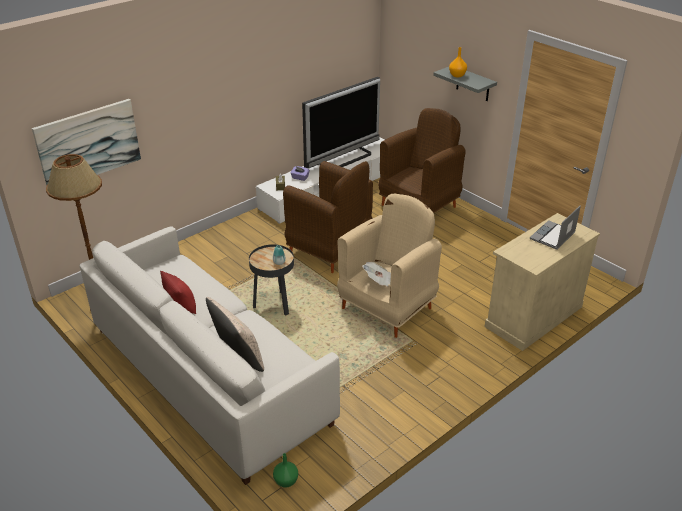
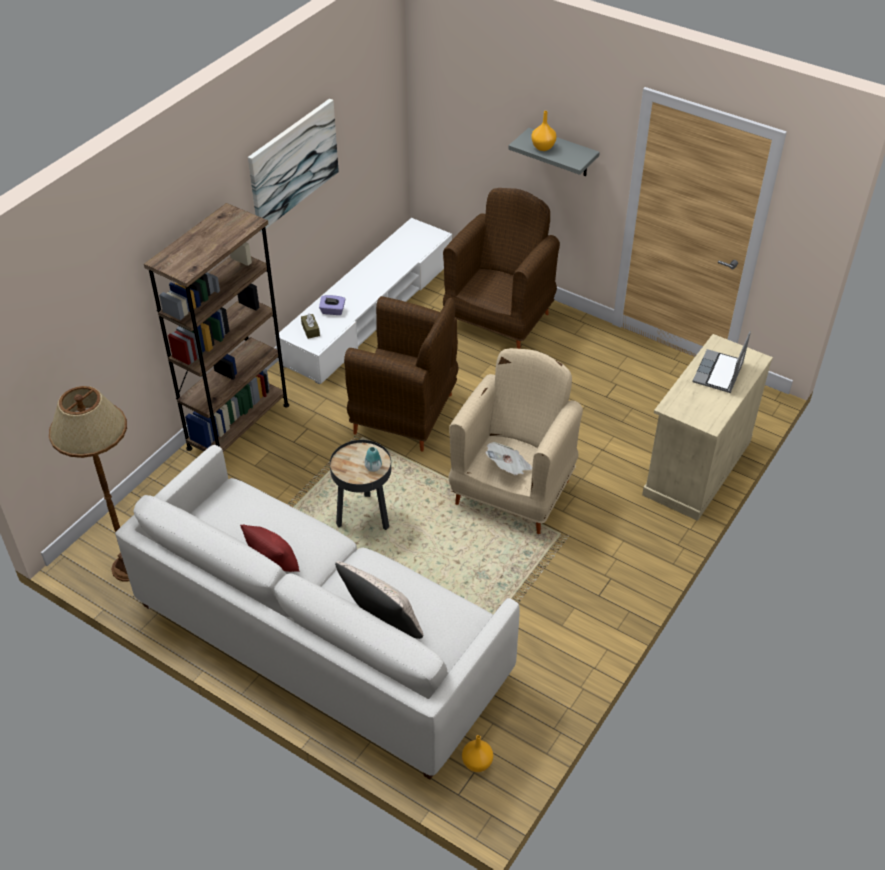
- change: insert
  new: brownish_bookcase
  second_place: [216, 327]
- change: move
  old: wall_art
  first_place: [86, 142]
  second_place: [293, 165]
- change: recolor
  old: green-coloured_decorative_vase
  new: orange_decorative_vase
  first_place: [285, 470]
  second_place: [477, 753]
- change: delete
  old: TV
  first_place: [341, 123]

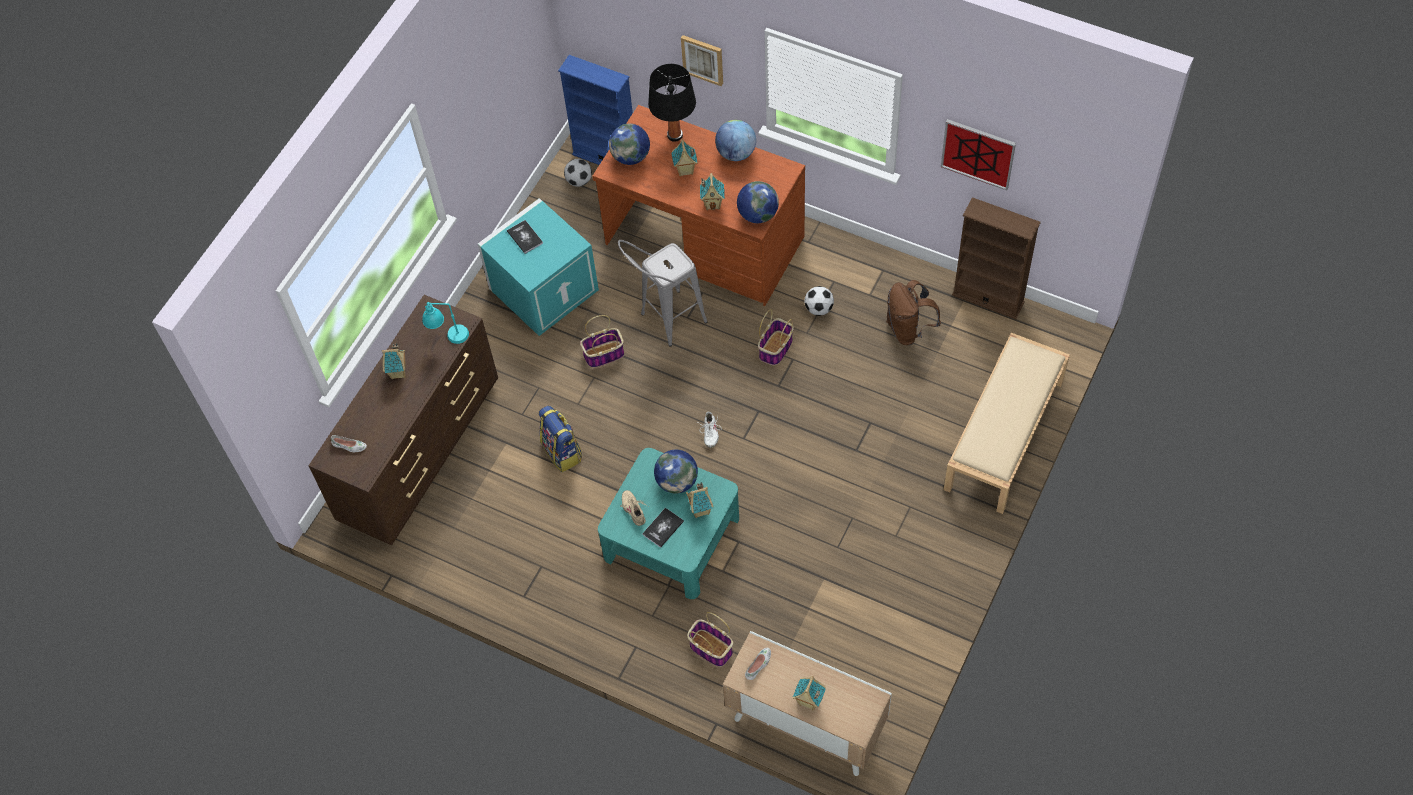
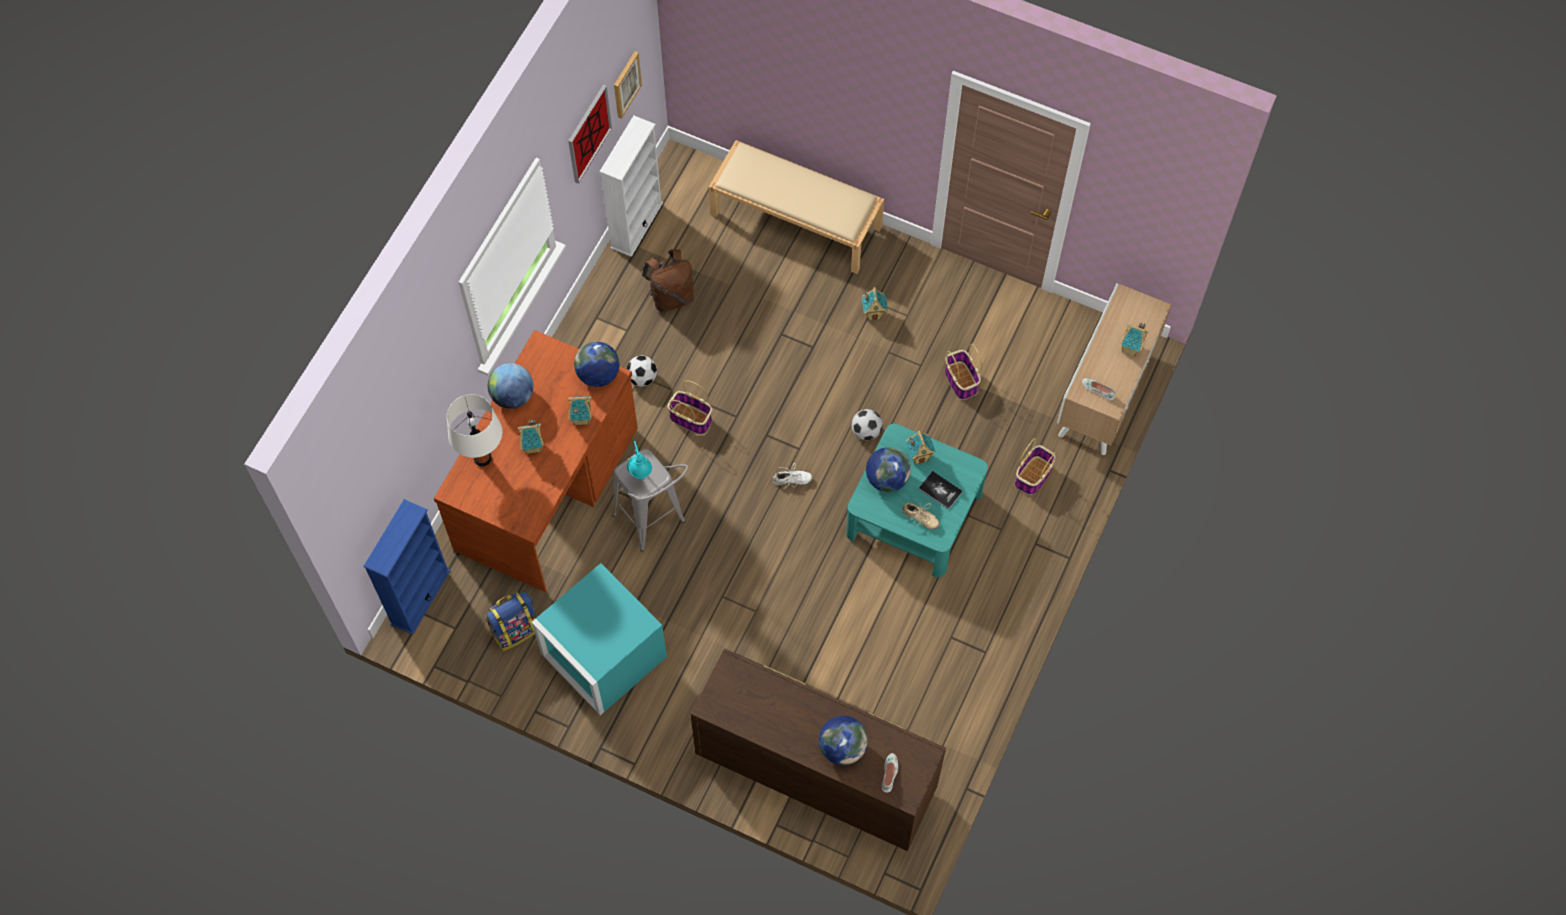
- change: recolor
  old: black_tabletop_lamp
  new: whitish_tabletop_lamp
  first_place: [672, 103]
  second_place: [474, 430]
- change: move
  old: backpack
  first_place: [560, 439]
  second_place: [511, 621]
- change: recolor
  old: brownish_bookcase
  new: whitish_bookcase
  first_place: [996, 258]
  second_place: [631, 186]
- change: move
  old: wall_art
  first_place: [702, 60]
  second_place: [628, 85]
- change: move
  old: blue-green_tabletop_lamp
  first_place: [445, 323]
  second_place: [639, 460]
- change: move
  old: globe
  first_place: [629, 144]
  second_place: [843, 740]
- change: move
  old: football_ball
  first_place: [578, 173]
  second_place: [867, 425]
- change: move
  old: miniature_house
  first_place: [394, 361]
  second_place: [875, 304]
- change: rotate
  old: beige-coloured_low_shoe
  first_place: [634, 508]
  second_place: [921, 514]
  degrees: -120
- change: move
  old: basket
  first_place: [602, 341]
  second_place: [963, 372]
- change: delete
  old: bound_book
  first_place: [525, 237]

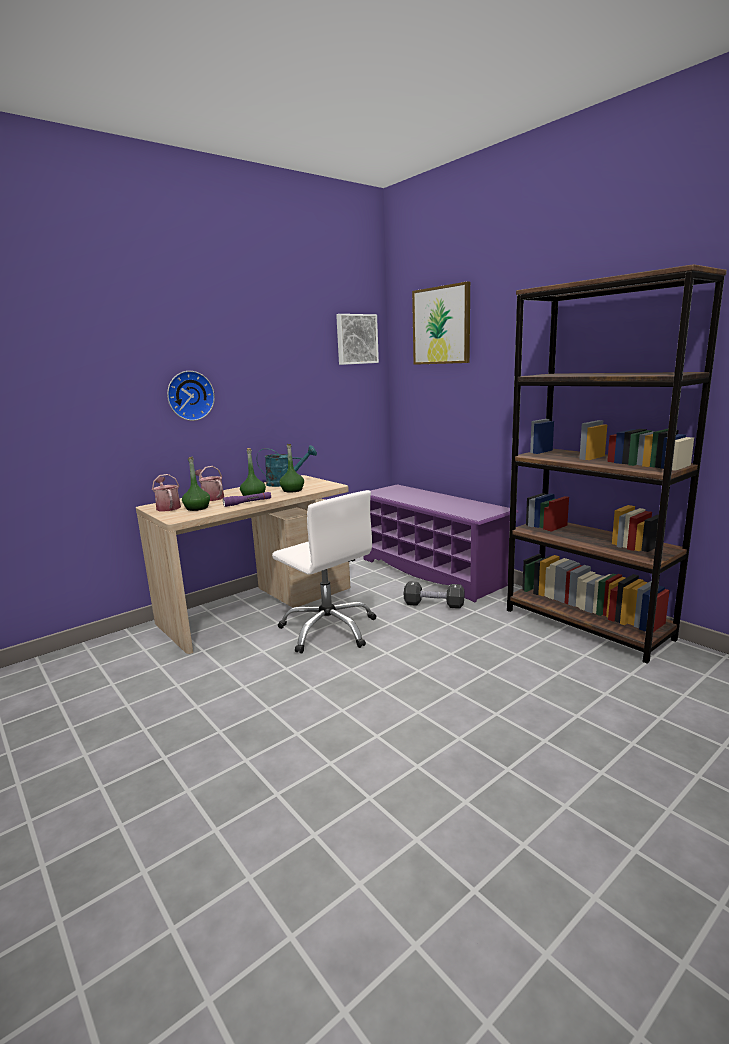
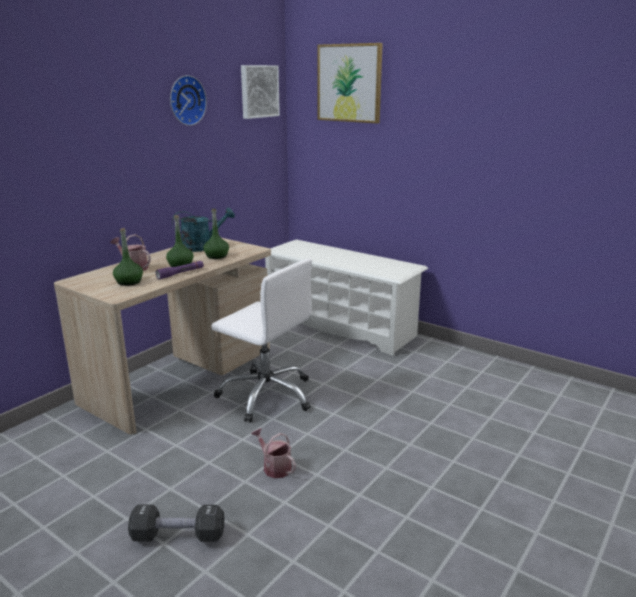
- change: move
  old: black_hand_weight
  first_place: [434, 595]
  second_place: [176, 523]
- change: move
  old: clock_on_the_wall
  first_place: [191, 396]
  second_place: [188, 100]
- change: move
  old: sprinkling_can
  first_place: [166, 492]
  second_place: [273, 453]
- change: recolor
  old: purple-coloured_shoe_shelf
  new: whitish_shoe_shelf
  first_place: [440, 543]
  second_place: [346, 297]
- change: delete
  old: brownish_bookcase
  first_place: [617, 464]

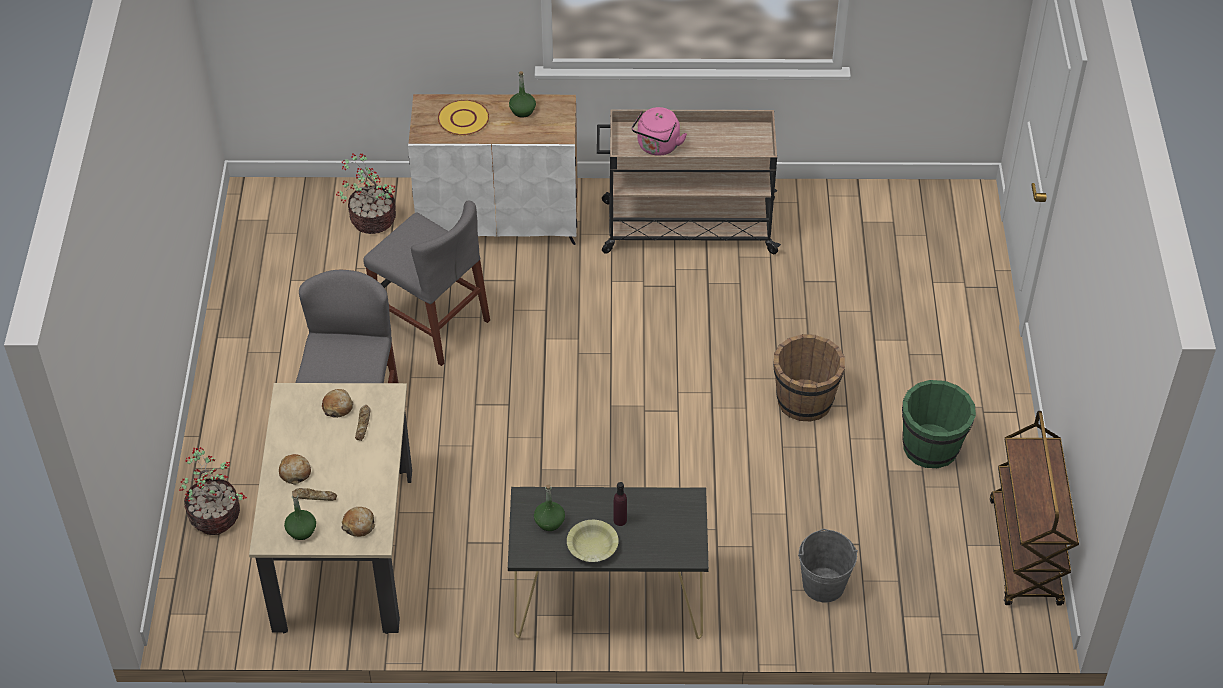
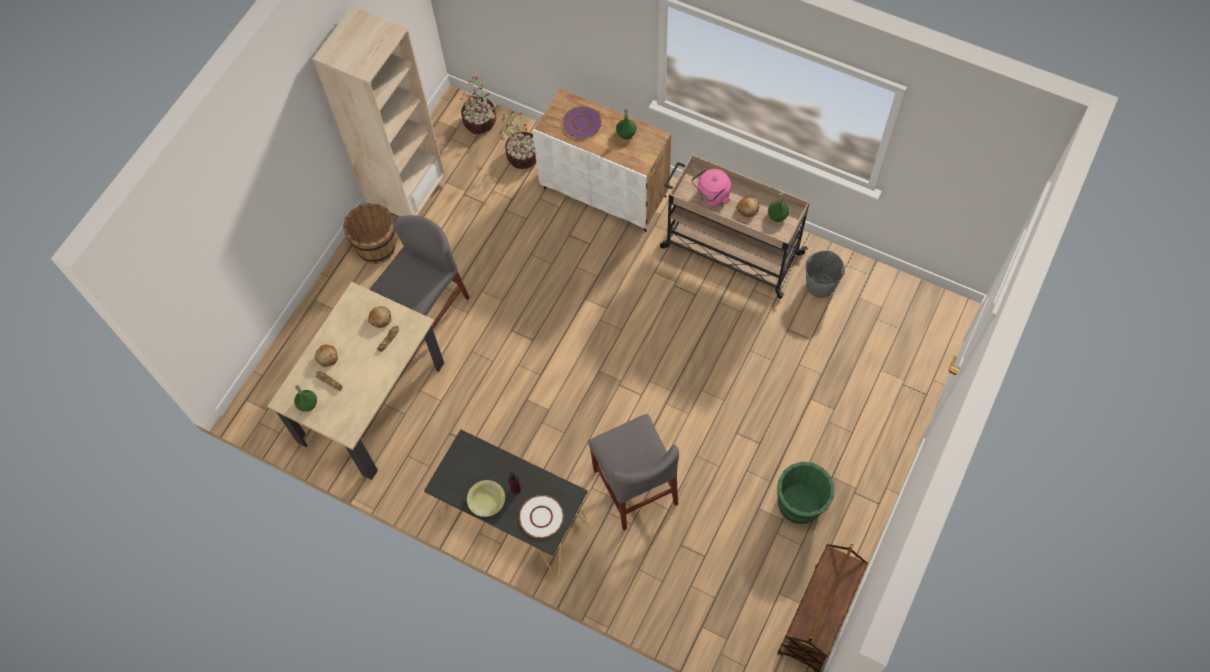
- change: insert
  new: beige-coloured_bookcase
  second_place: [378, 111]
- change: move
  old: brownish_pail
  first_place: [809, 378]
  second_place: [369, 233]
- change: move
  old: plant_in_a_pot
  first_place: [213, 491]
  second_place: [478, 105]
- change: insert
  new: whitish_plate
  second_place: [541, 516]
- change: recolor
  old: yellow-coloured_plate
  new: purple-coloured_plate
  first_place: [463, 117]
  second_place: [582, 122]
- change: move
  old: grey_chair
  first_place: [426, 283]
  second_place: [633, 472]
- change: move
  old: bread
  first_place: [358, 522]
  second_place: [747, 207]
- change: move
  old: green-coloured_bottle
  first_place: [549, 508]
  second_place: [778, 207]
- change: move
  old: grey_pail
  first_place: [828, 565]
  second_place: [825, 274]

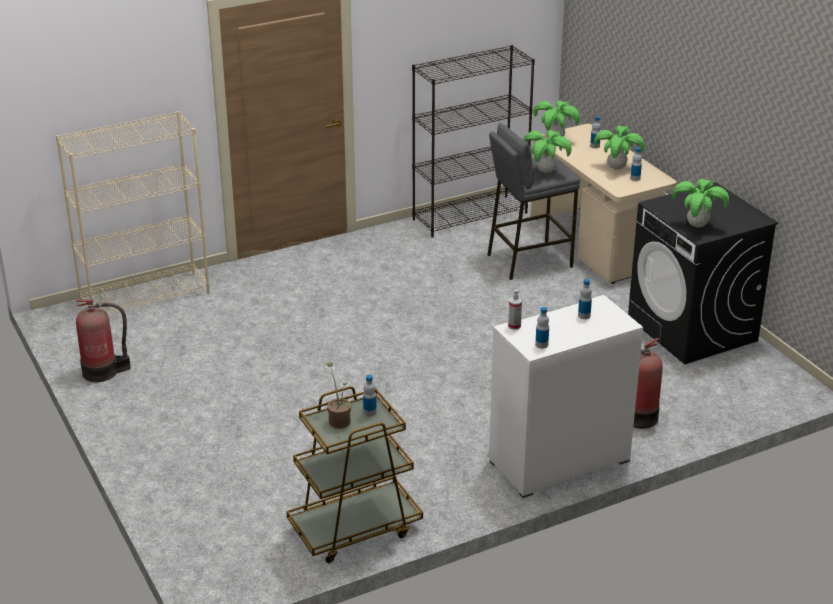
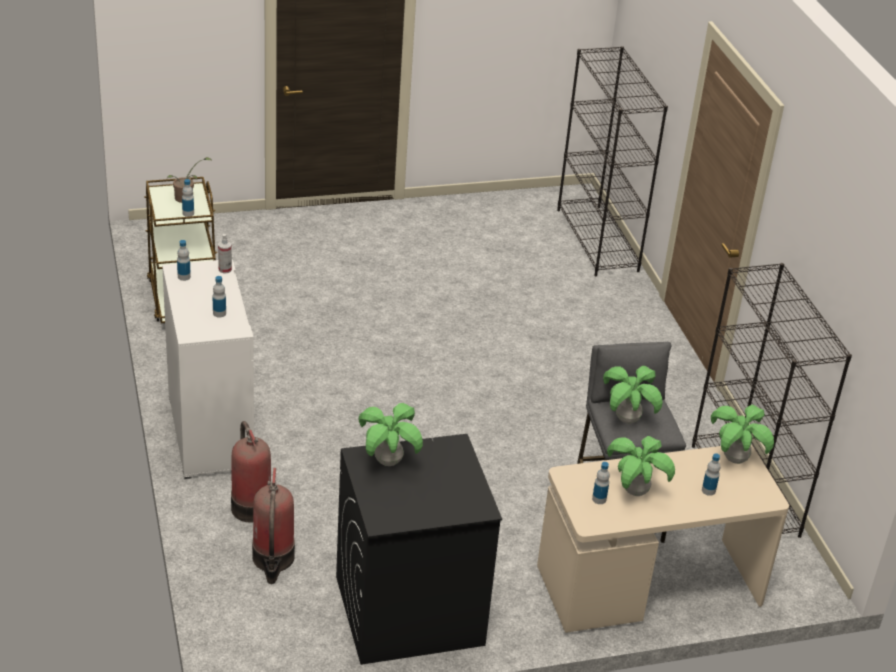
- change: move
  old: fire-fighting_cylinder
  first_place: [103, 341]
  second_place: [273, 526]
- change: recolor
  old: beige-coloured_bookcase
  new: black_bookcase
  first_place: [133, 212]
  second_place: [612, 161]

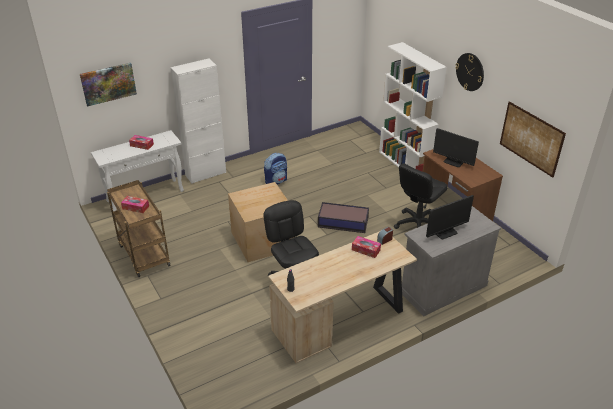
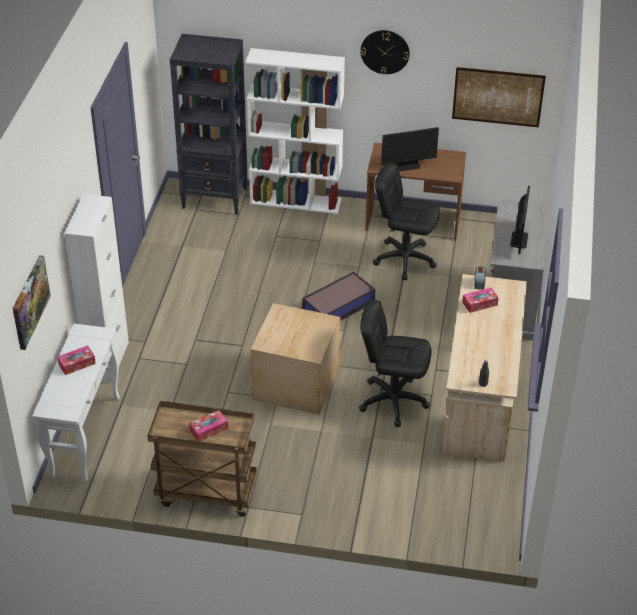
- change: insert
  new: black_bookcase
  second_place: [208, 124]
- change: rotate
  old: black_office_chair
  first_place: [420, 196]
  second_place: [406, 221]
  degrees: 120
- change: delete
  old: backpack
  first_place: [275, 168]

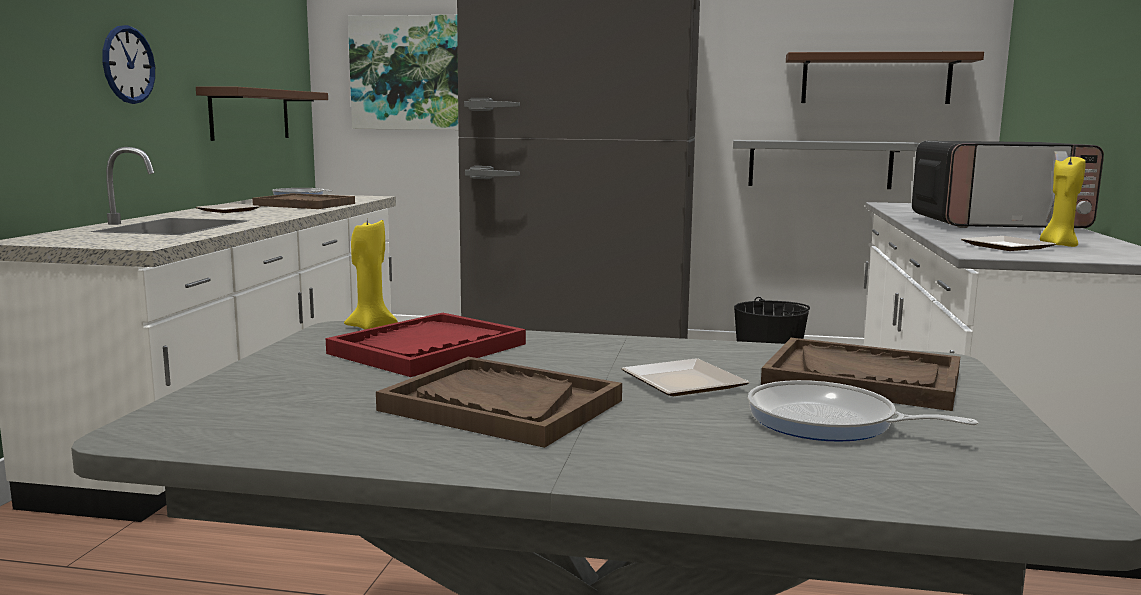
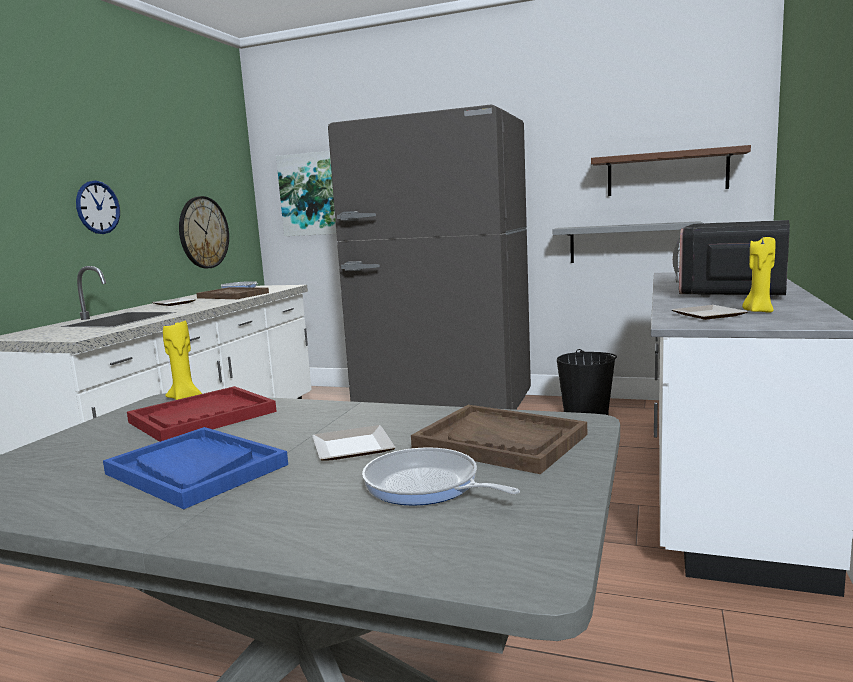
- change: recolor
  old: brownish_serving_tray
  new: blue-coloured_serving_tray
  first_place: [499, 402]
  second_place: [195, 468]
- change: replace
  old: brownish_bracket_shelf
  new: clock_on_the_wall
  first_place: [262, 113]
  second_place: [204, 232]
- change: rotate
  old: microwave
  first_place: [1008, 184]
  second_place: [731, 259]
  degrees: 105

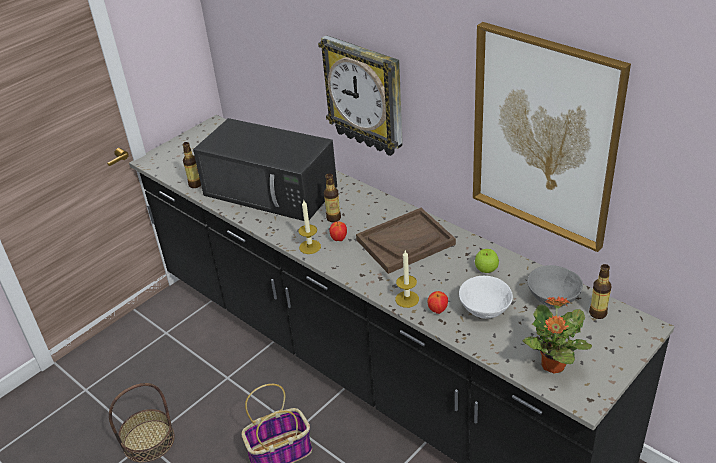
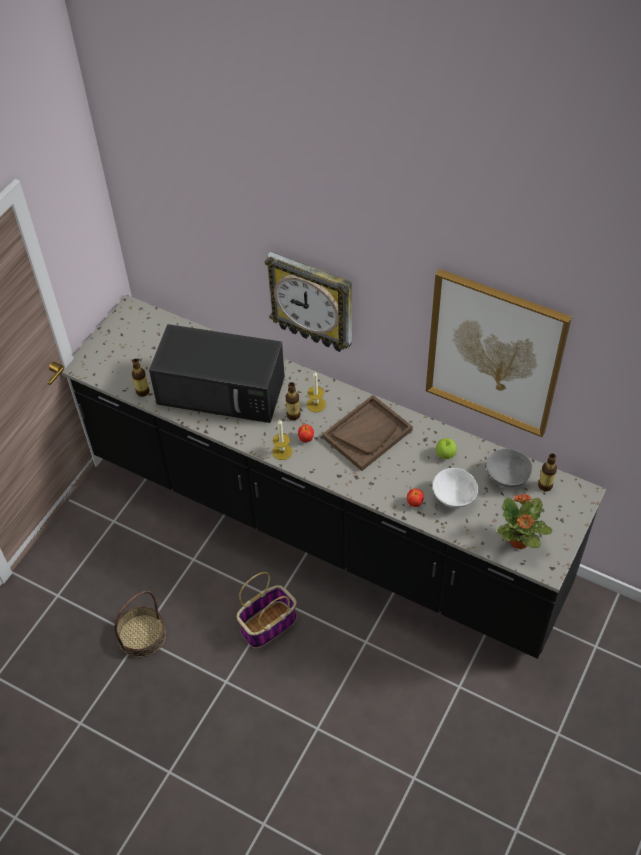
- change: move
  old: wax_candle
  first_place: [407, 279]
  second_place: [316, 392]

